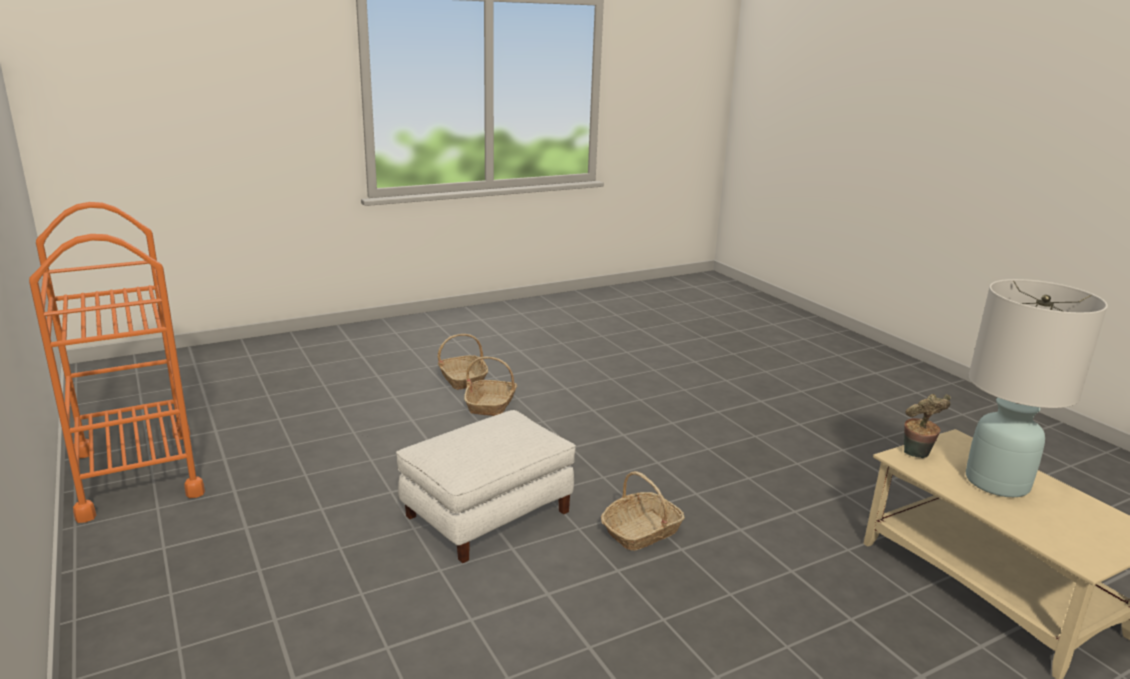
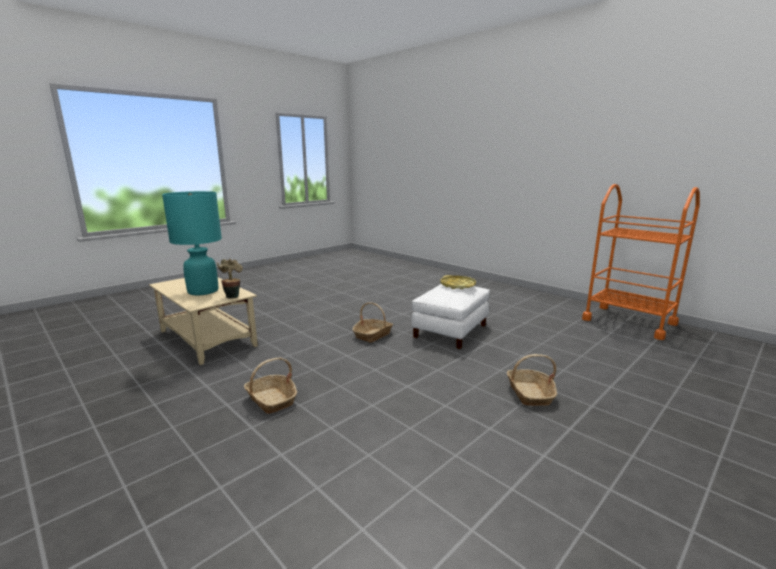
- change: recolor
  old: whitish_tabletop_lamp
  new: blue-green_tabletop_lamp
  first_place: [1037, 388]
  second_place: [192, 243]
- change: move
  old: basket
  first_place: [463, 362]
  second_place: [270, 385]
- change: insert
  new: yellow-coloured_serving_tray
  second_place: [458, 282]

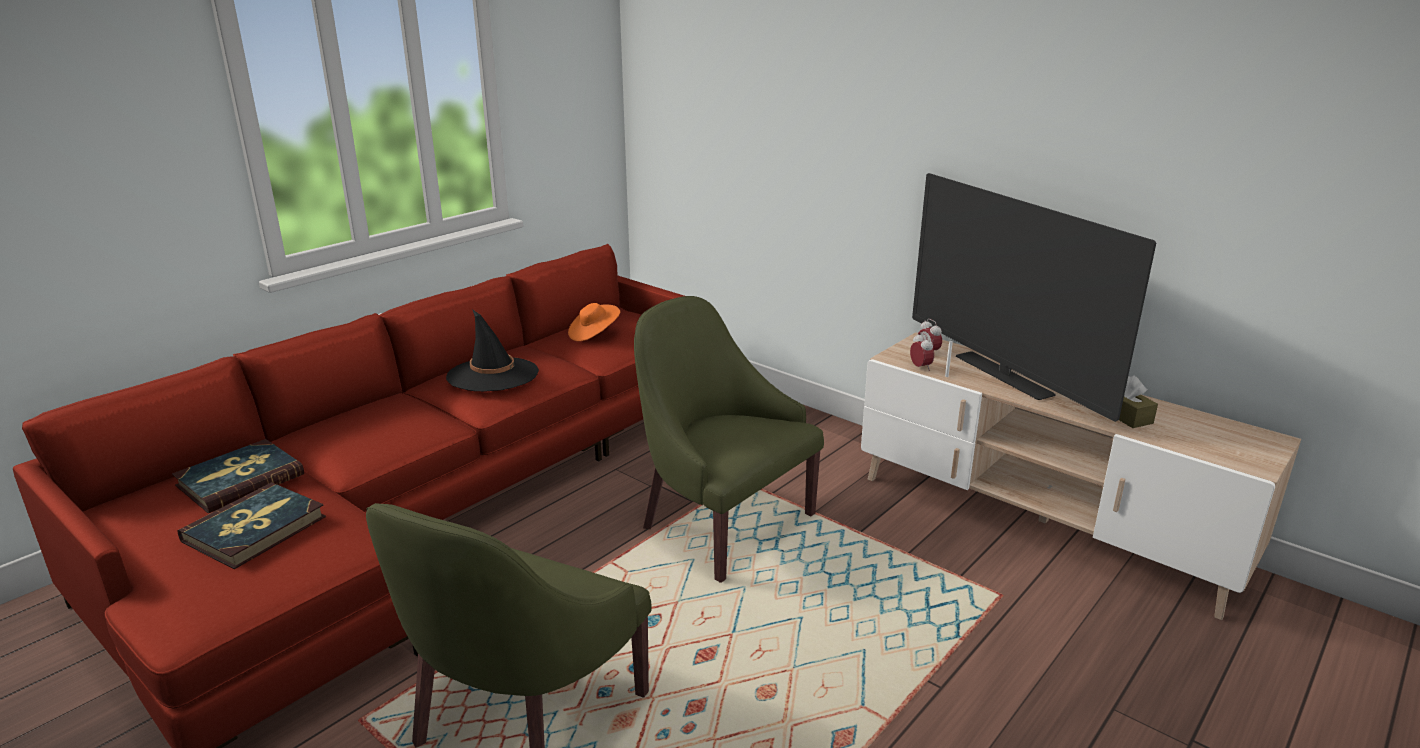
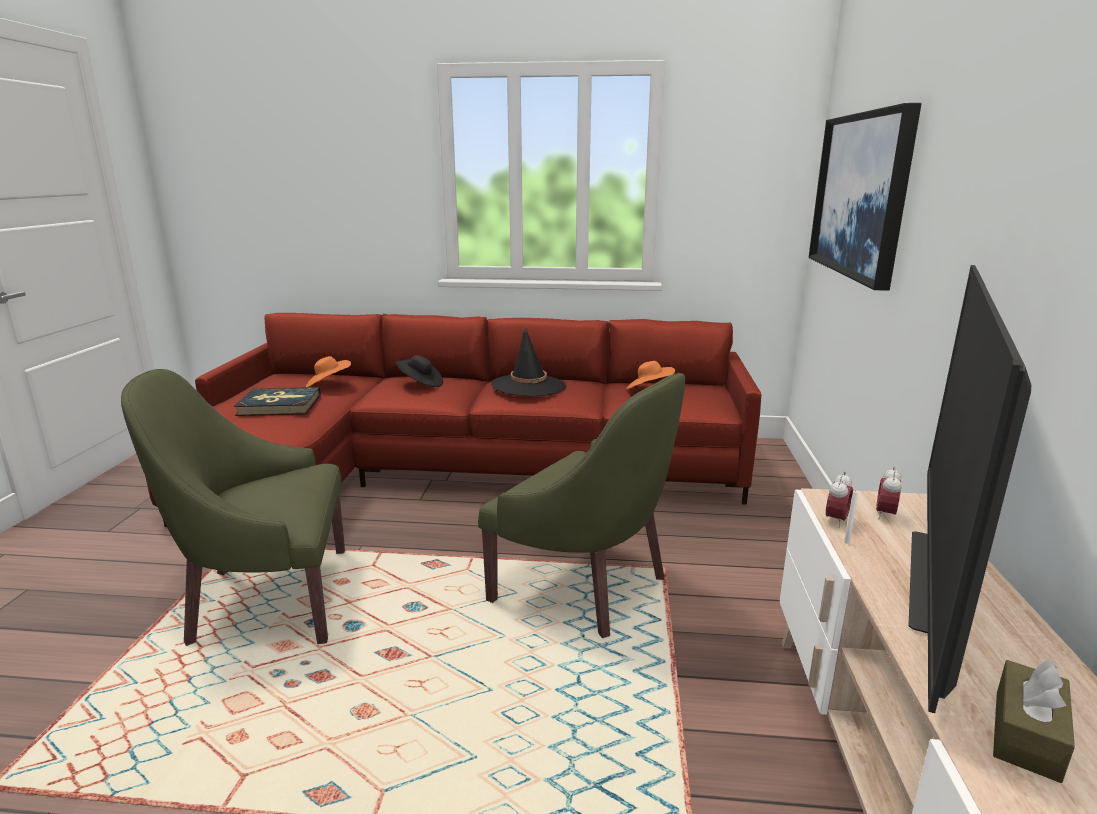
- change: replace
  old: bound_book
  new: orange_wearable_hat
  first_place: [238, 476]
  second_place: [328, 371]
- change: insert
  new: black_wearable_hat
  second_place: [419, 371]
- change: rotate
  old: green-coloured_easy_chair
  first_place: [729, 439]
  second_place: [581, 505]
  degrees: 120
- change: insert
  new: wall_art
  second_place: [865, 197]

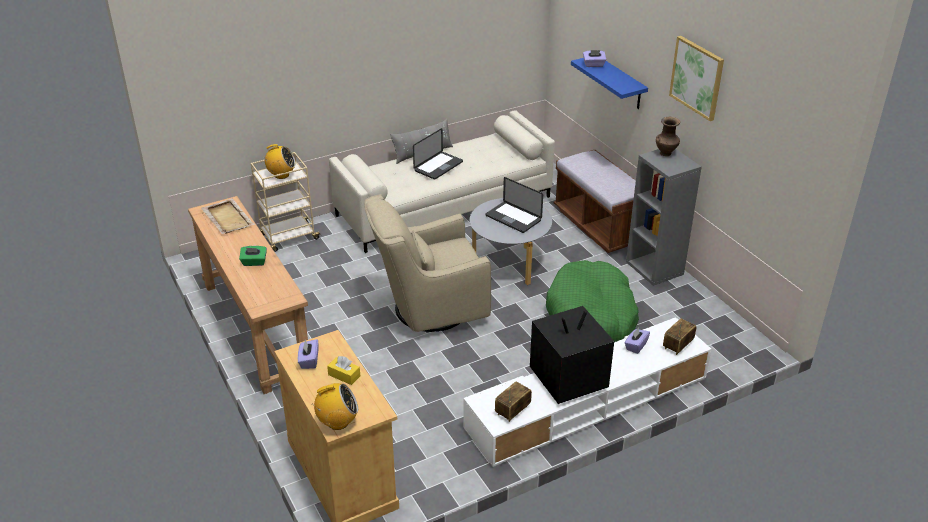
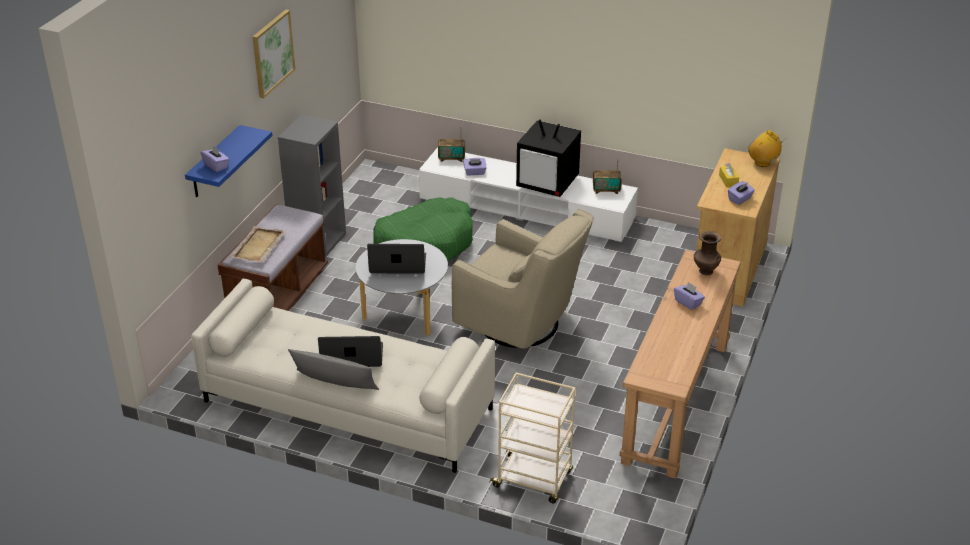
- change: move
  old: beige-coloured_serving_tray
  first_place: [228, 216]
  second_place: [257, 244]
- change: rotate
  old: laptop
  first_place: [514, 205]
  second_place: [396, 259]
  degrees: -90
- change: recolor
  old: green-coloured_tissue_box
  new: purple-coloured_tissue_box
  first_place: [253, 256]
  second_place: [689, 296]
- change: move
  old: brownish_decorative_vase
  first_place: [668, 136]
  second_place: [707, 253]
- change: delete
  old: radio
  first_place: [278, 161]

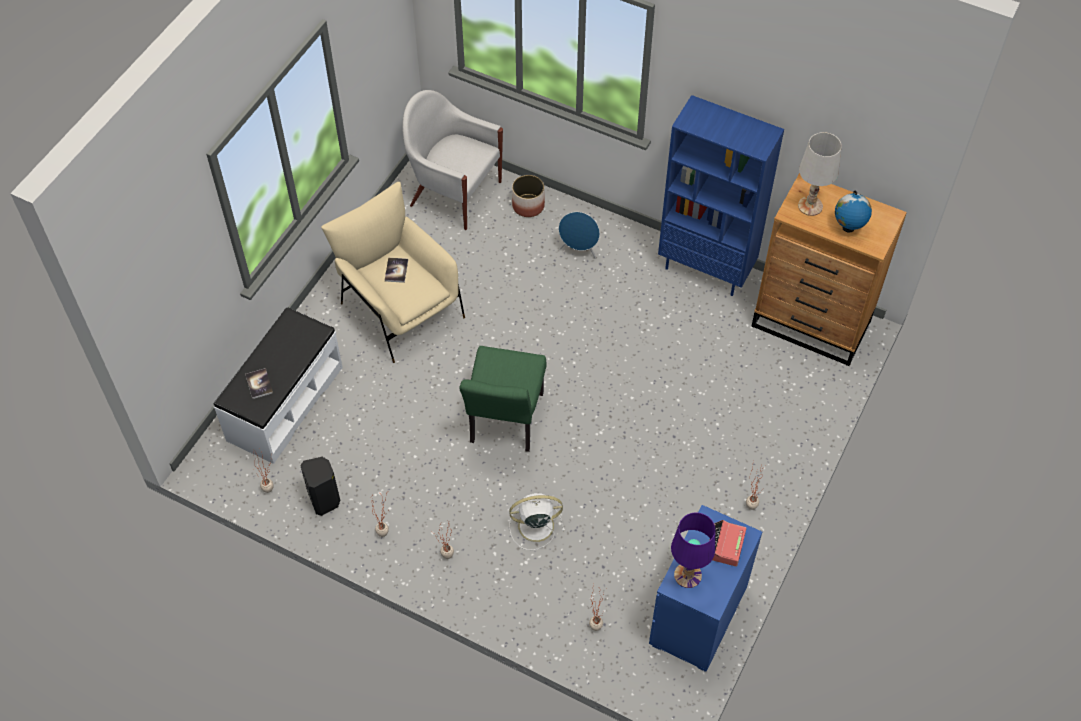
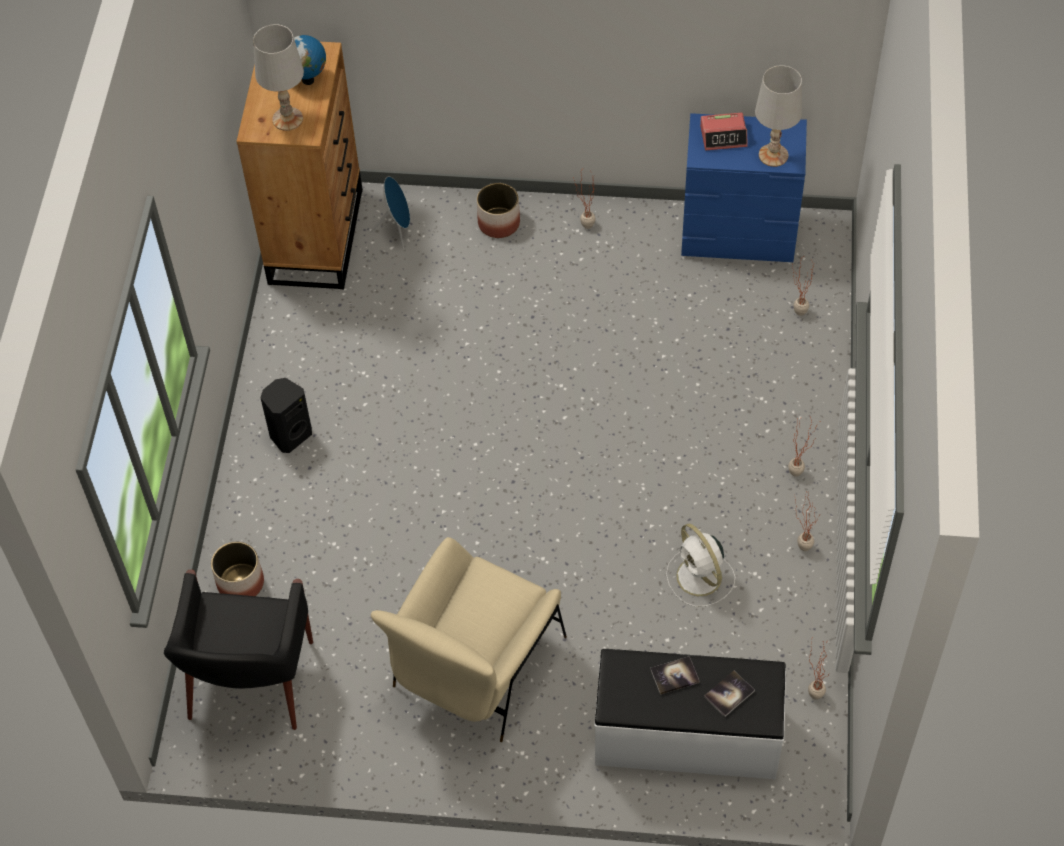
- change: recolor
  old: whitish_easy_chair
  new: black_easy_chair
  first_place: [452, 160]
  second_place: [238, 649]
- change: move
  old: black_loudspeaker
  first_place: [320, 486]
  second_place: [286, 415]
- change: move
  old: blue-coloured_loudspeaker
  first_place: [579, 235]
  second_place: [390, 212]
- change: insert
  new: planter
  second_place: [498, 210]
- change: move
  old: bound_book
  first_place: [396, 270]
  second_place: [675, 675]
- change: move
  old: whitish_electric_fan
  first_place: [537, 521]
  second_place: [700, 565]
- change: recolor
  old: purple-coloured_tabletop_lamp
  new: whitish_tabletop_lamp
  first_place: [693, 550]
  second_place: [778, 116]
- change: delete
  old: green-coloured_chair
  first_place: [503, 399]
- change: delete
  old: blue-coloured_bookcase
  first_place: [721, 195]

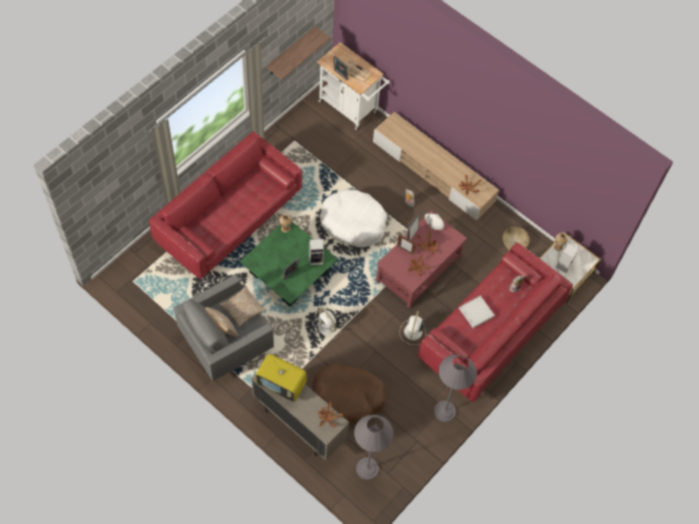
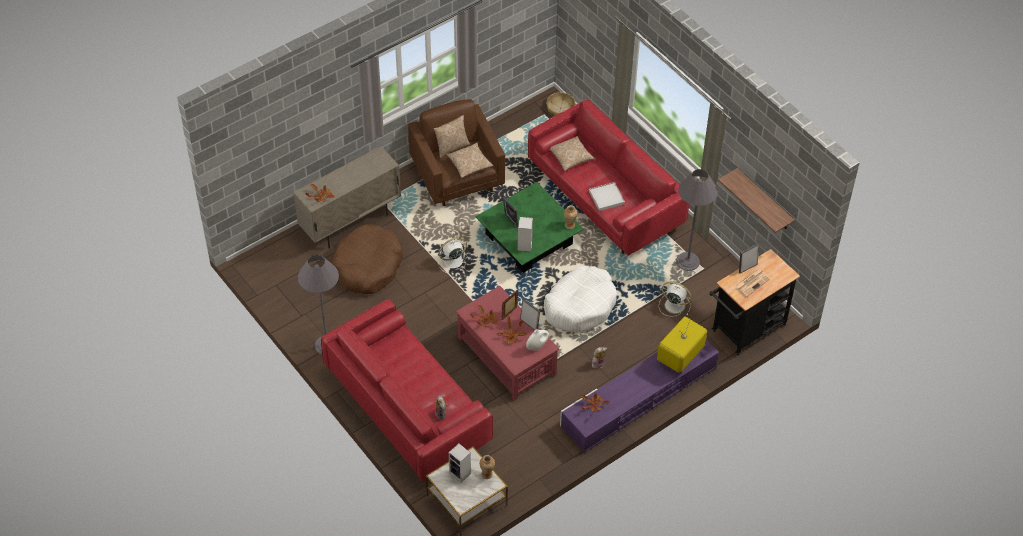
- change: recolor
  old: grey_easy_chair
  new: brownish_easy_chair
  first_place: [224, 327]
  second_place: [456, 152]
- change: move
  old: basket
  first_place: [515, 239]
  second_place: [560, 104]
- change: insert
  new: pillow
  second_place: [572, 153]
- change: recolor
  old: beige-coloured_tv_unit
  new: purple-coloured_tv_unit
  first_place: [436, 166]
  second_place: [639, 396]
- change: move
  old: whitish_serving_tray
  first_place: [477, 311]
  second_place: [607, 196]
- change: move
  old: TV
  first_place: [281, 378]
  second_place: [682, 344]
- change: move
  old: whitish_electric_fan
  first_place: [413, 328]
  second_place: [675, 299]
- change: move
  old: grey_standard_lamp
  first_place: [374, 447]
  second_place: [697, 220]
- change: recolor
  old: whitish_cart
  new: black_cart
  first_place: [353, 86]
  second_place: [755, 302]

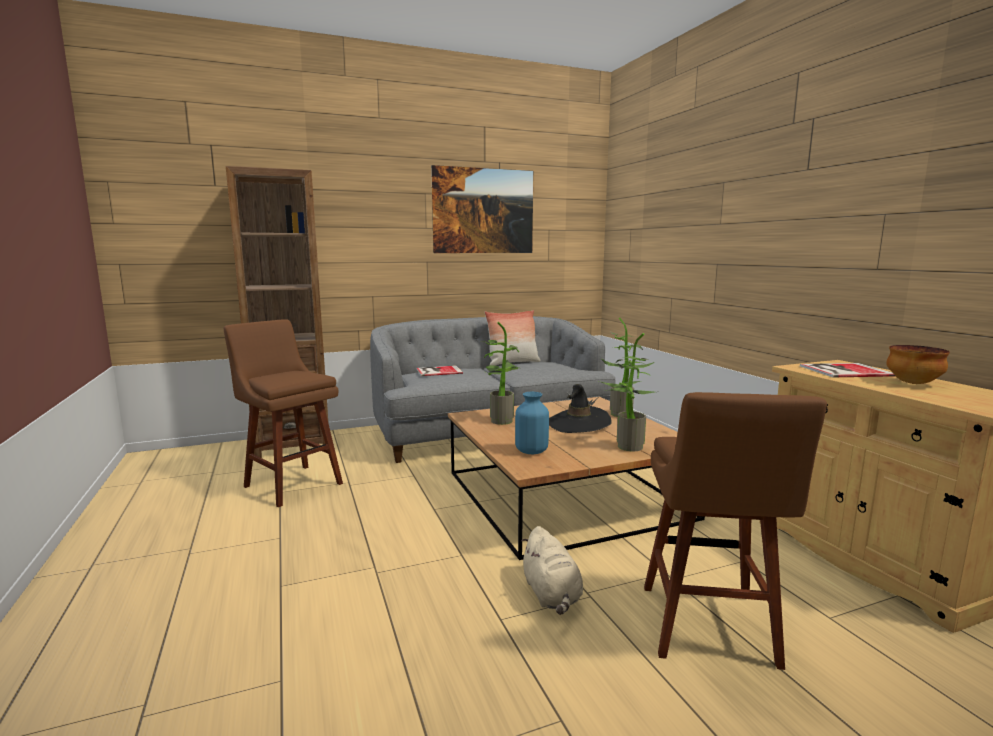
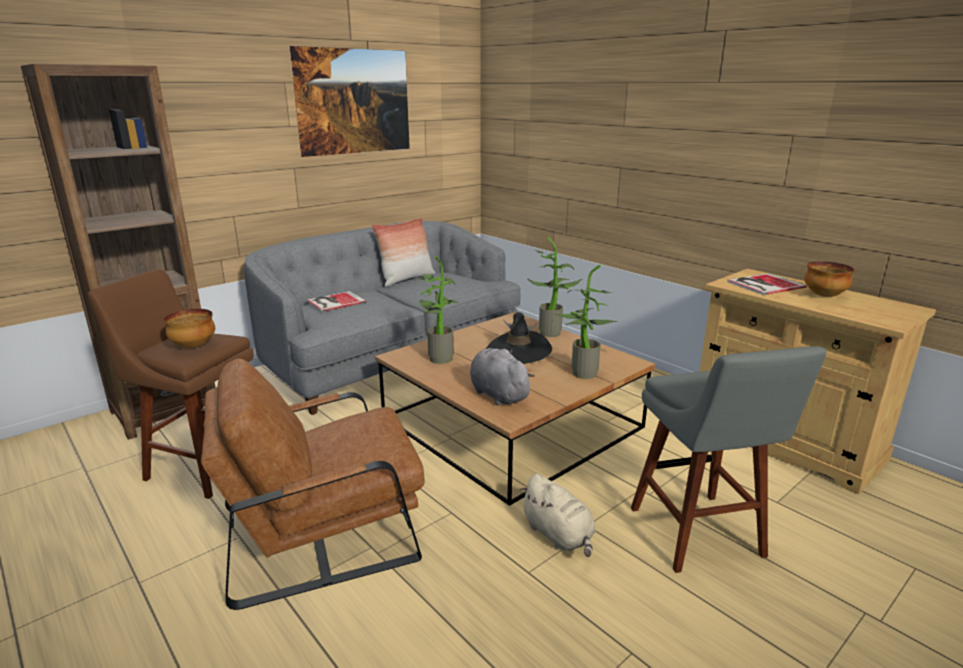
- change: insert
  new: serving_bowl
  second_place: [189, 328]
- change: insert
  new: brownish_easy_chair
  second_place: [313, 484]
- change: replace
  old: blue-coloured_decorative_vase
  new: grey_plush_toy
  first_place: [532, 423]
  second_place: [502, 377]
- change: recolor
  old: brownish_stool_seat
  new: grey_stool_seat
  first_place: [735, 531]
  second_place: [729, 459]

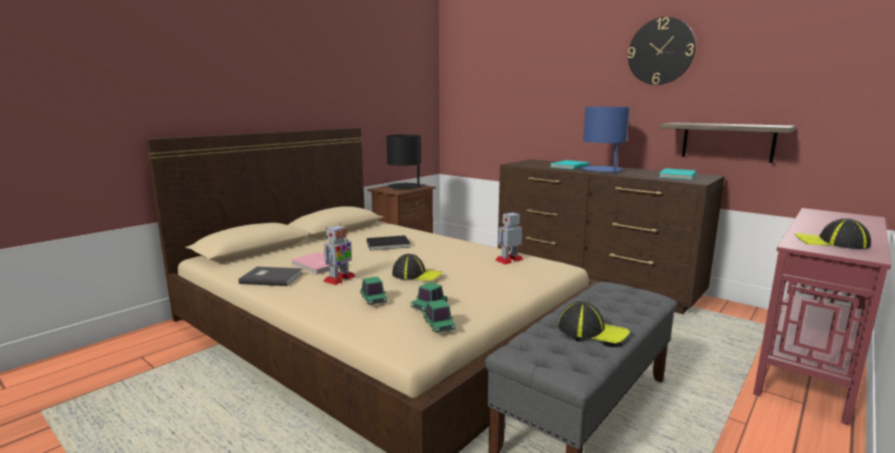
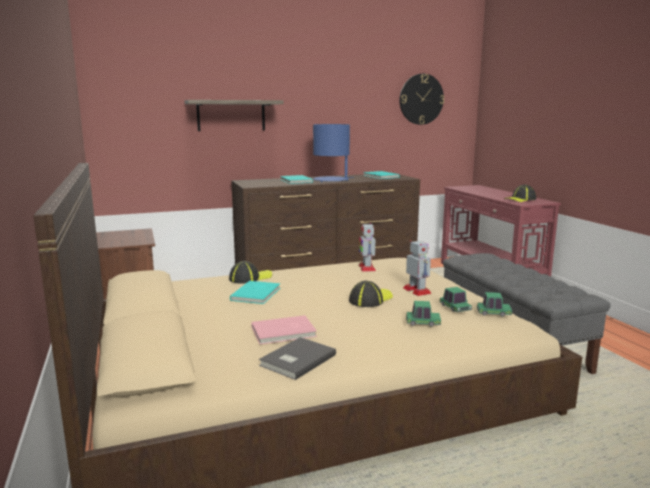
- change: move
  old: bracket_shelf
  first_place: [728, 142]
  second_place: [234, 115]
- change: move
  old: cap
  first_place: [594, 322]
  second_place: [250, 272]
- change: recolor
  old: black_bound_book
  new: blue-green_bound_book
  first_place: [388, 242]
  second_place: [255, 292]
- change: move
  old: clock_on_the_wall
  first_place: [662, 51]
  second_place: [421, 99]
- change: move
  old: toy_robot
  first_place: [339, 254]
  second_place: [417, 268]
- change: delete
  old: black_tabletop_lamp
  first_place: [406, 162]

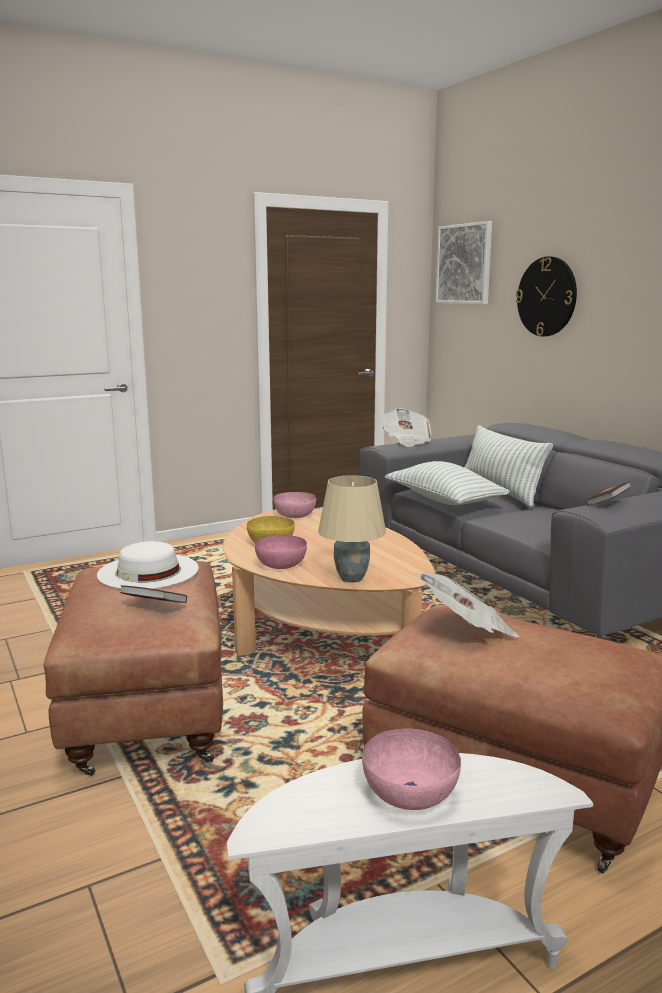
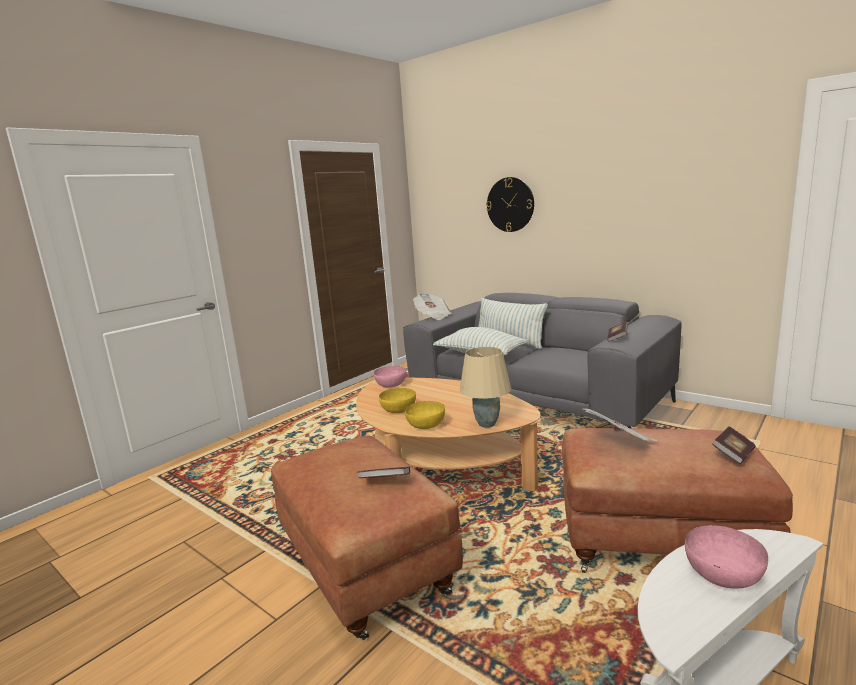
- change: recolor
  old: pinkish_serving_bowl
  new: yellow-coloured_serving_bowl
  first_place: [281, 552]
  second_place: [425, 415]
- change: insert
  new: bound_book
  second_place: [733, 445]
- change: delete
  old: whitish_wearable_hat
  first_place: [148, 565]
- change: delete
  old: wall_art
  first_place: [463, 262]

